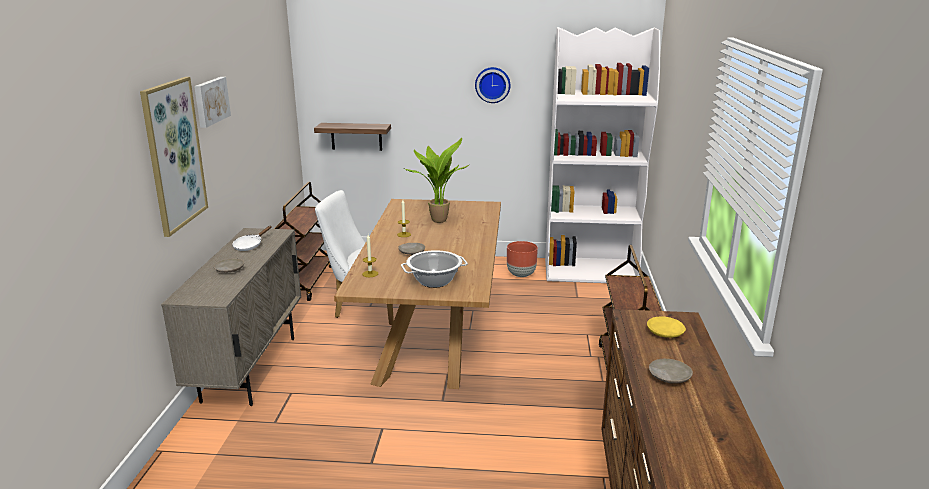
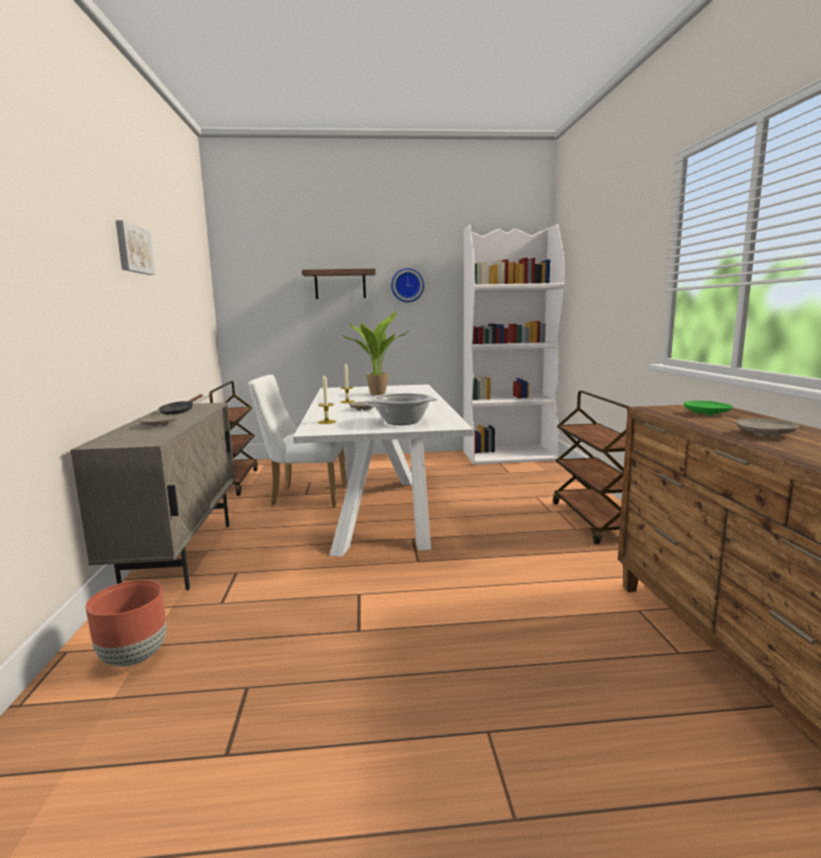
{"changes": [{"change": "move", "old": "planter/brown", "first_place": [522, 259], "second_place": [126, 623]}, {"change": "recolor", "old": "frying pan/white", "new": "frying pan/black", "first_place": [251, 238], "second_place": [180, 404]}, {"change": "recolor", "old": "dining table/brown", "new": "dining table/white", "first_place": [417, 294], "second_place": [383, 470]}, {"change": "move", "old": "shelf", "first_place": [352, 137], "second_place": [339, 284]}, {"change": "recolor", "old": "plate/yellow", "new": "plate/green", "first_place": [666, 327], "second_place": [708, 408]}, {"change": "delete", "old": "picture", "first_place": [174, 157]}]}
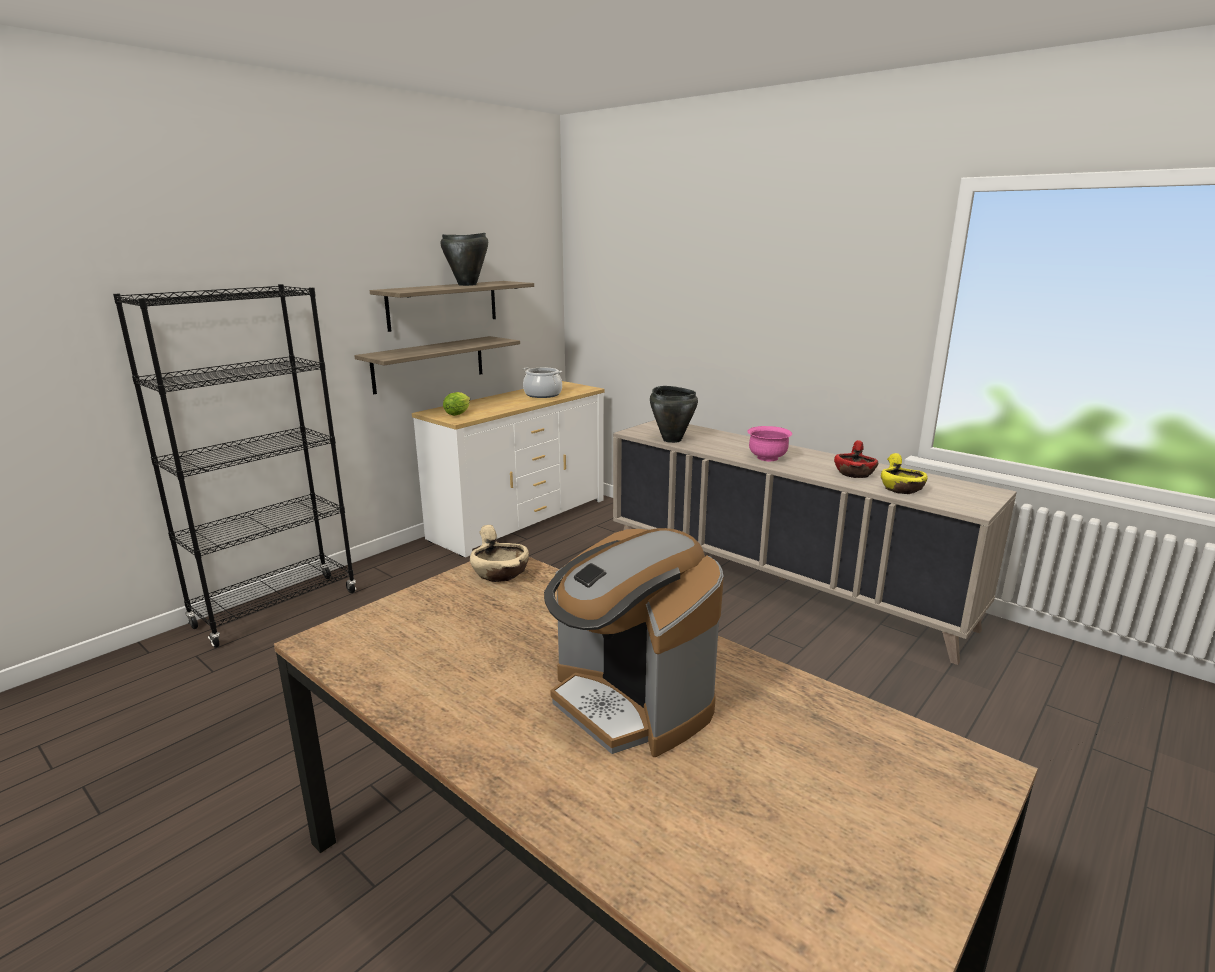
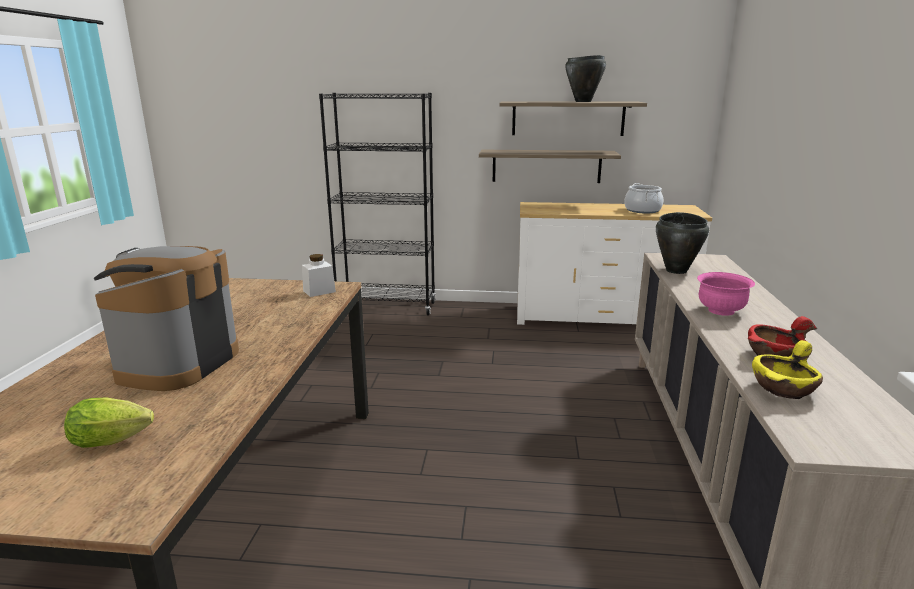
{"changes": [{"change": "move", "old": "lettuce", "first_place": [456, 404], "second_place": [109, 423]}, {"change": "replace", "old": "bowl/beige", "new": "jar/white", "first_place": [499, 553], "second_place": [319, 275]}]}
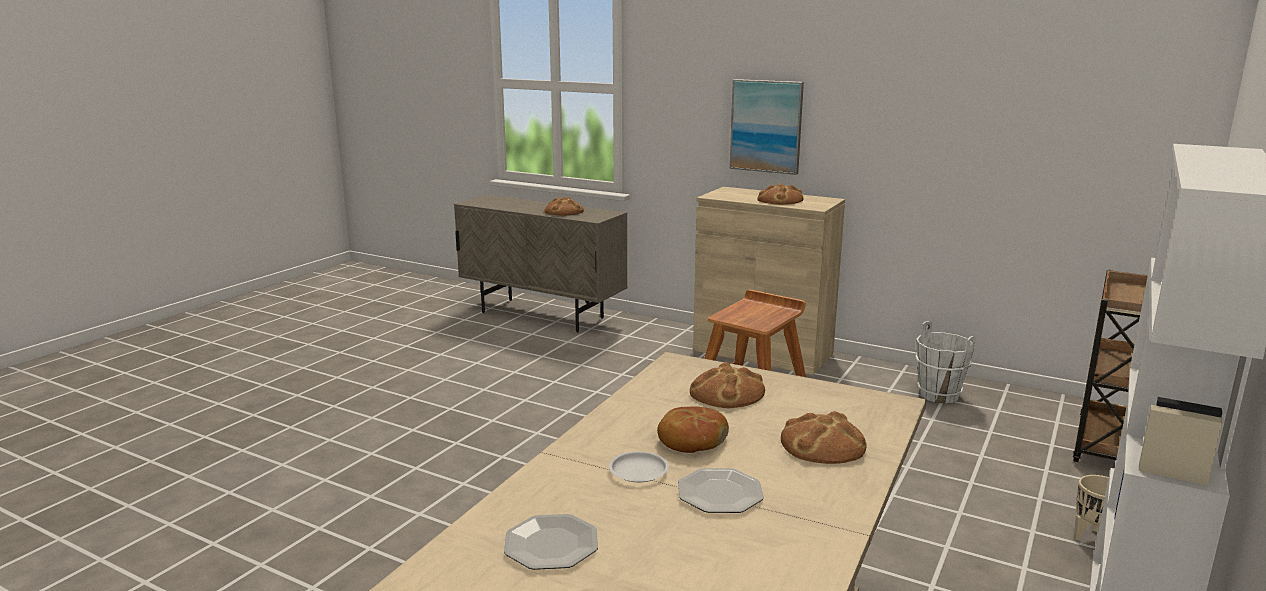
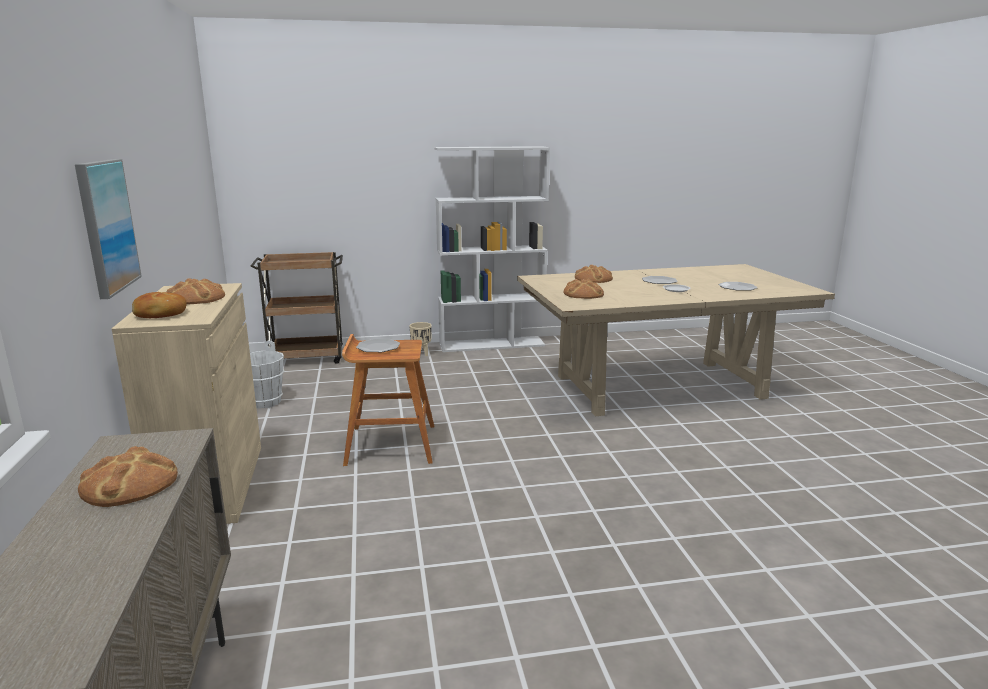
{"changes": [{"change": "move", "old": "bread", "first_place": [693, 429], "second_place": [159, 305]}, {"change": "insert", "new": "plate", "second_place": [378, 345]}]}
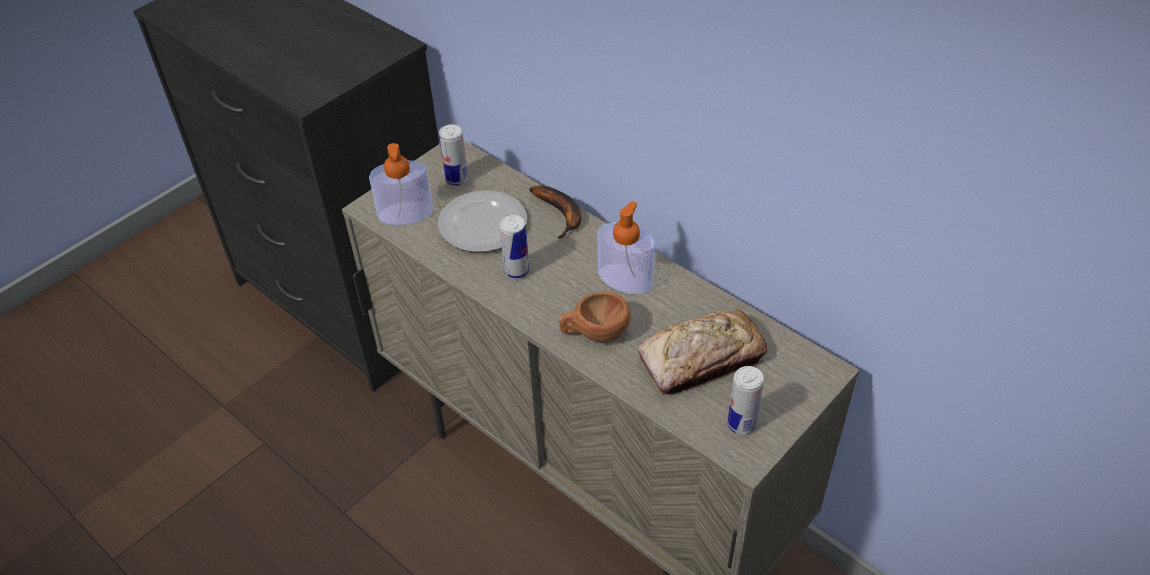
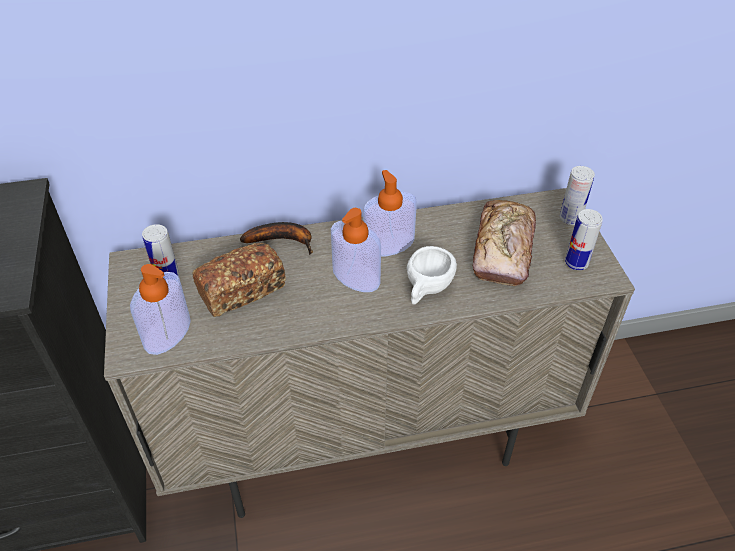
{"changes": [{"change": "replace", "old": "plate", "new": "bread", "first_place": [482, 221], "second_place": [239, 280]}, {"change": "insert", "new": "soap dispenser", "second_place": [356, 250]}, {"change": "recolor", "old": "cup/brown", "new": "cup/white", "first_place": [594, 317], "second_place": [432, 275]}, {"change": "move", "old": "can", "first_place": [514, 247], "second_place": [577, 195]}]}
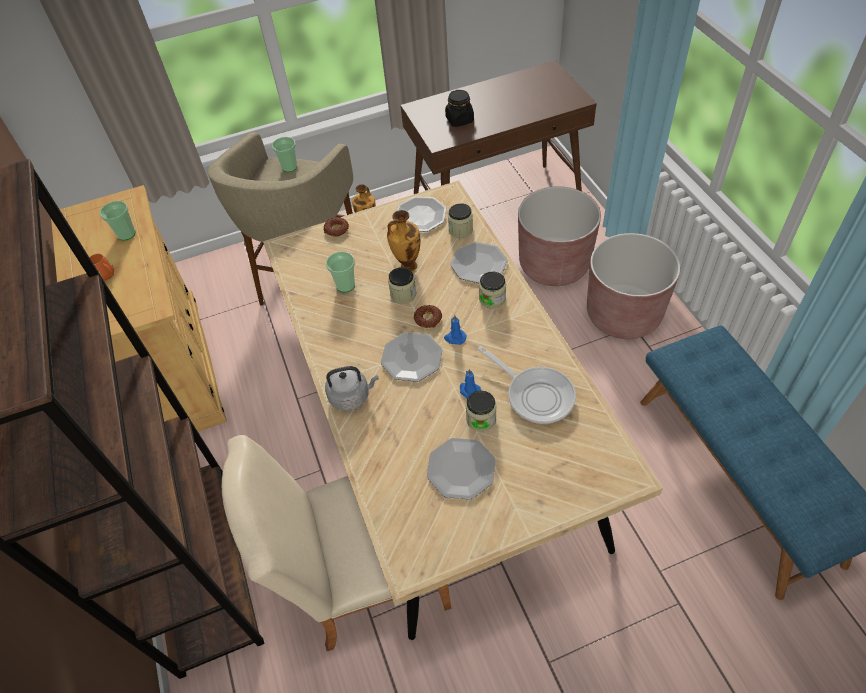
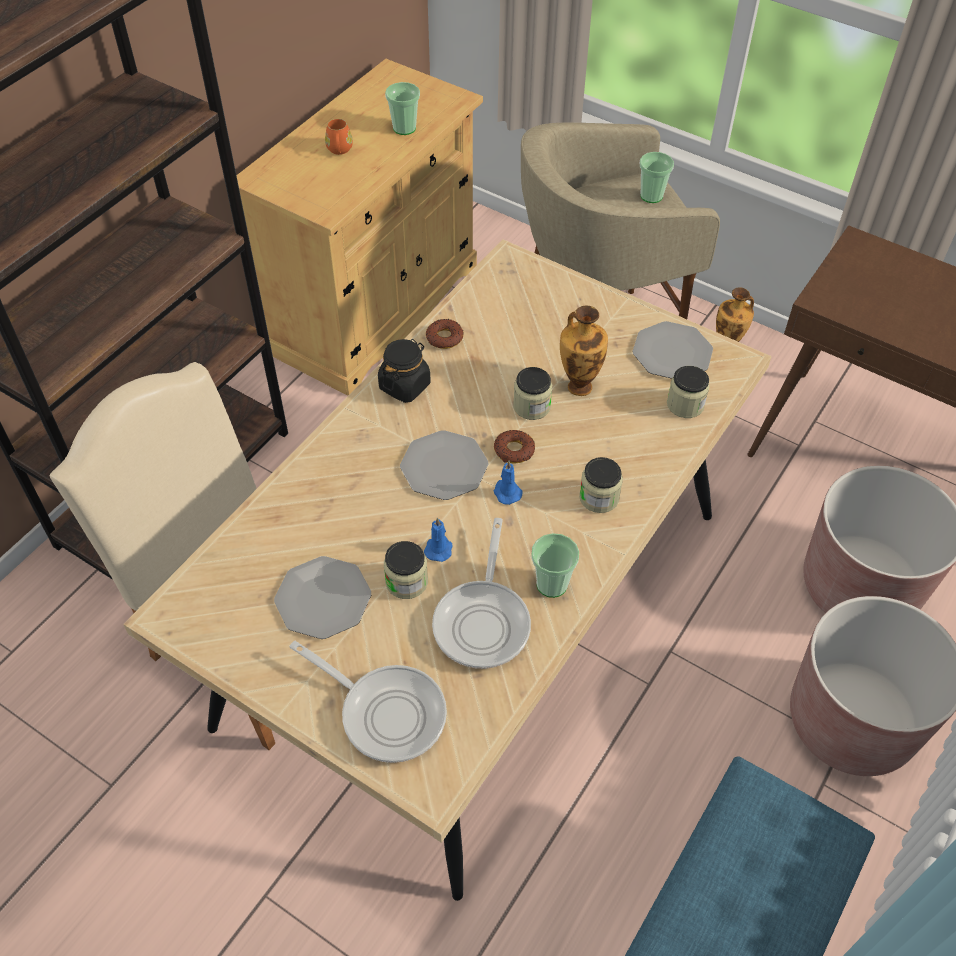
{"changes": [{"change": "insert", "new": "frying pan", "second_place": [368, 702]}, {"change": "move", "old": "jar/black", "first_place": [459, 108], "second_place": [404, 371]}, {"change": "move", "old": "donut", "first_place": [336, 227], "second_place": [445, 334]}, {"change": "move", "old": "cup", "first_place": [340, 272], "second_place": [555, 565]}, {"change": "delete", "old": "kettle/grey", "first_place": [352, 388]}, {"change": "delete", "old": "plate", "first_place": [479, 262]}]}
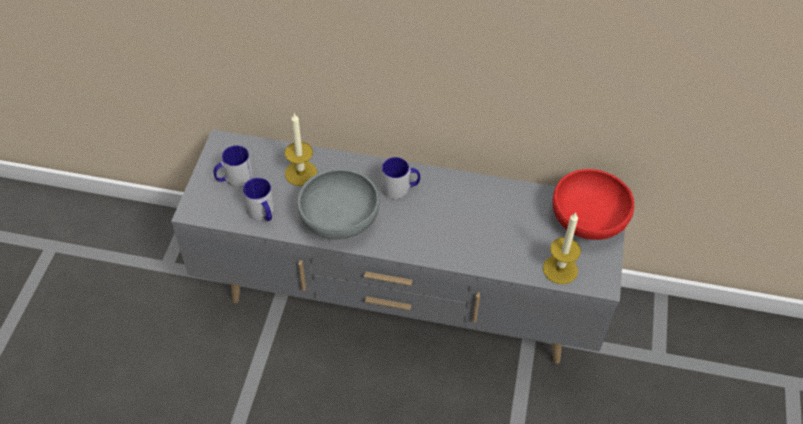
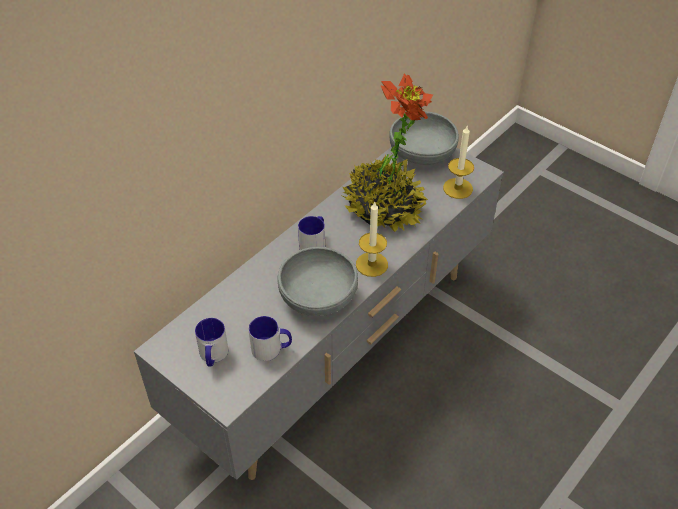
{"changes": [{"change": "insert", "new": "potted plant", "second_place": [387, 152]}, {"change": "move", "old": "candle", "first_place": [301, 149], "second_place": [372, 239]}, {"change": "recolor", "old": "bowl/red", "new": "bowl/grey", "first_place": [593, 204], "second_place": [424, 138]}]}
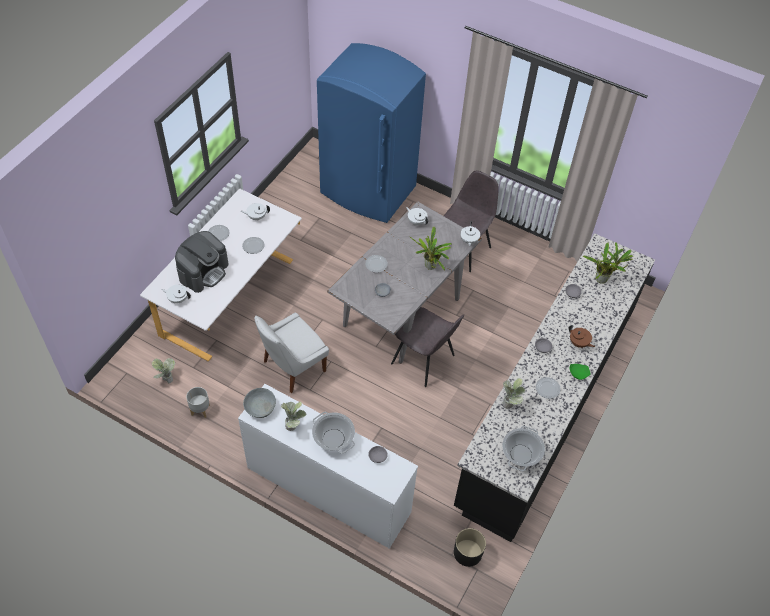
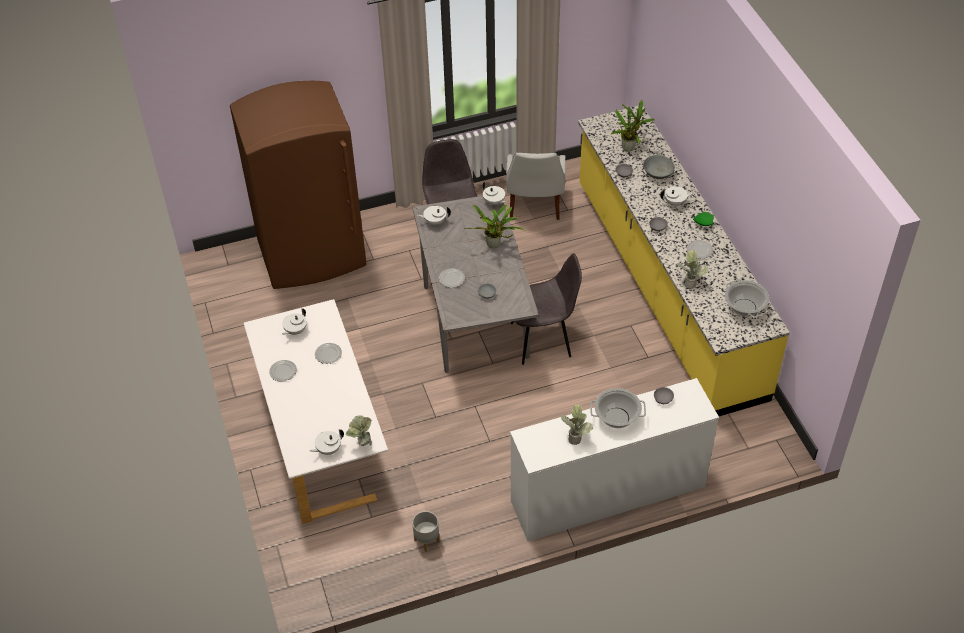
{"changes": [{"change": "recolor", "old": "fridge/blue", "new": "fridge/brown", "first_place": [371, 133], "second_place": [298, 185]}, {"change": "move", "old": "potted plant", "first_place": [163, 370], "second_place": [359, 430]}, {"change": "move", "old": "chair/white", "first_place": [291, 353], "second_place": [535, 186]}, {"change": "recolor", "old": "counter/black", "new": "counter/yellow", "first_place": [554, 387], "second_place": [684, 261]}, {"change": "move", "old": "bowl/grey", "first_place": [259, 403], "second_place": [659, 167]}, {"change": "recolor", "old": "teapot/brown", "new": "teapot/white", "first_place": [582, 336], "second_place": [677, 196]}, {"change": "delete", "old": "coffee machine", "first_place": [201, 262]}, {"change": "delete", "old": "planter/black", "first_place": [470, 547]}]}
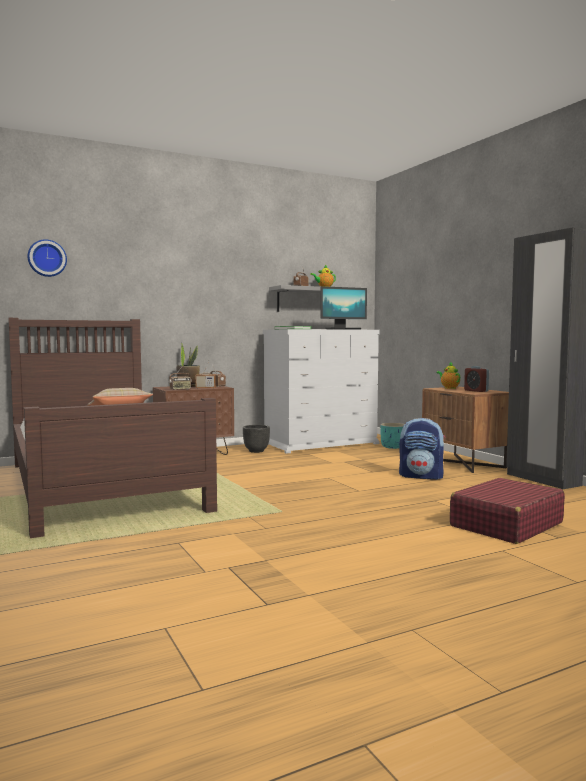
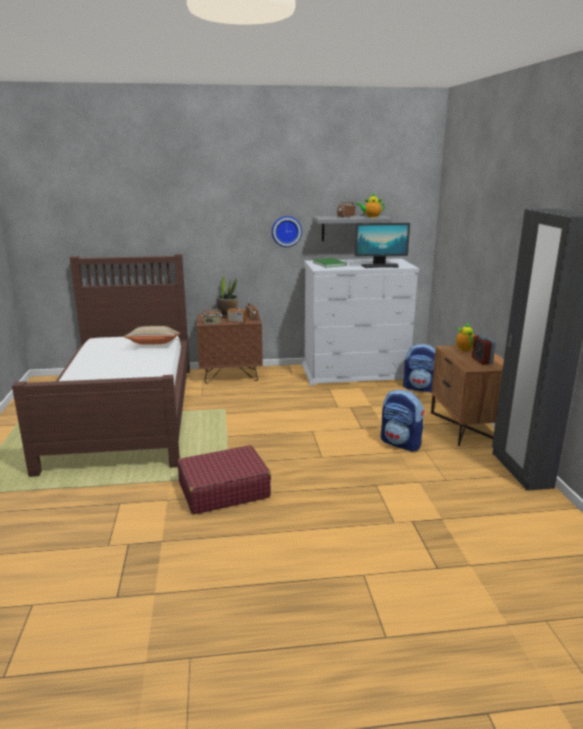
{"changes": [{"change": "move", "old": "suitcase/red", "first_place": [507, 511], "second_place": [224, 479]}, {"change": "move", "old": "wall clock", "first_place": [47, 258], "second_place": [287, 231]}, {"change": "replace", "old": "planter/turquoise", "new": "backpack", "first_place": [392, 436], "second_place": [419, 368]}, {"change": "delete", "old": "planter/black", "first_place": [256, 439]}]}
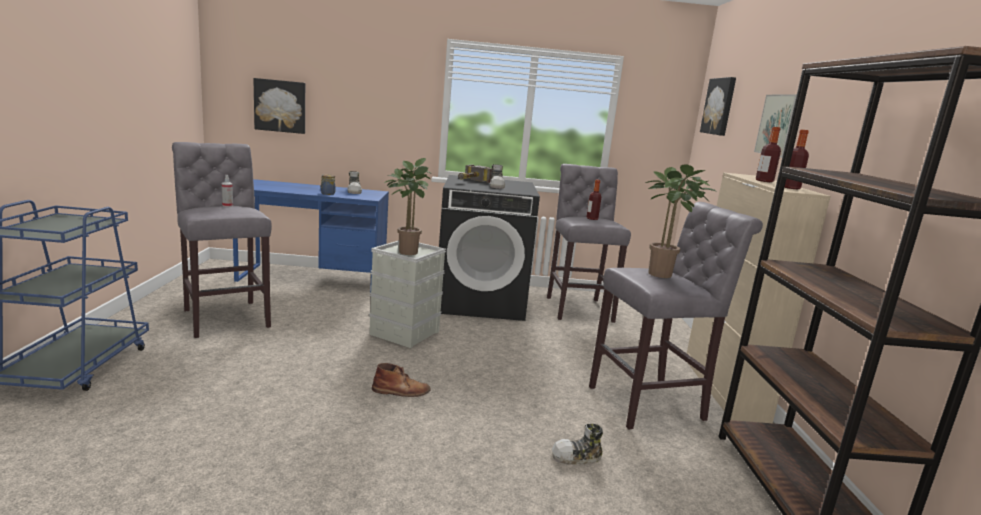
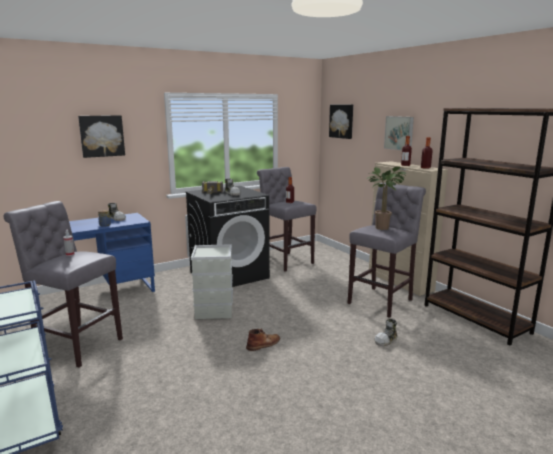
{"changes": [{"change": "move", "old": "picture", "first_place": [279, 106], "second_place": [101, 136]}, {"change": "delete", "old": "potted plant", "first_place": [408, 206]}]}
